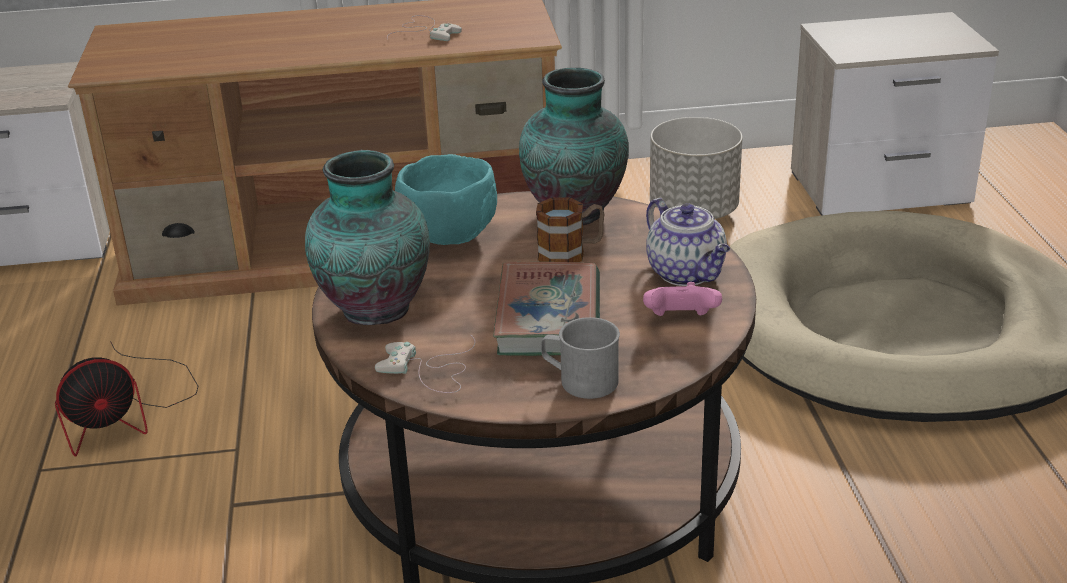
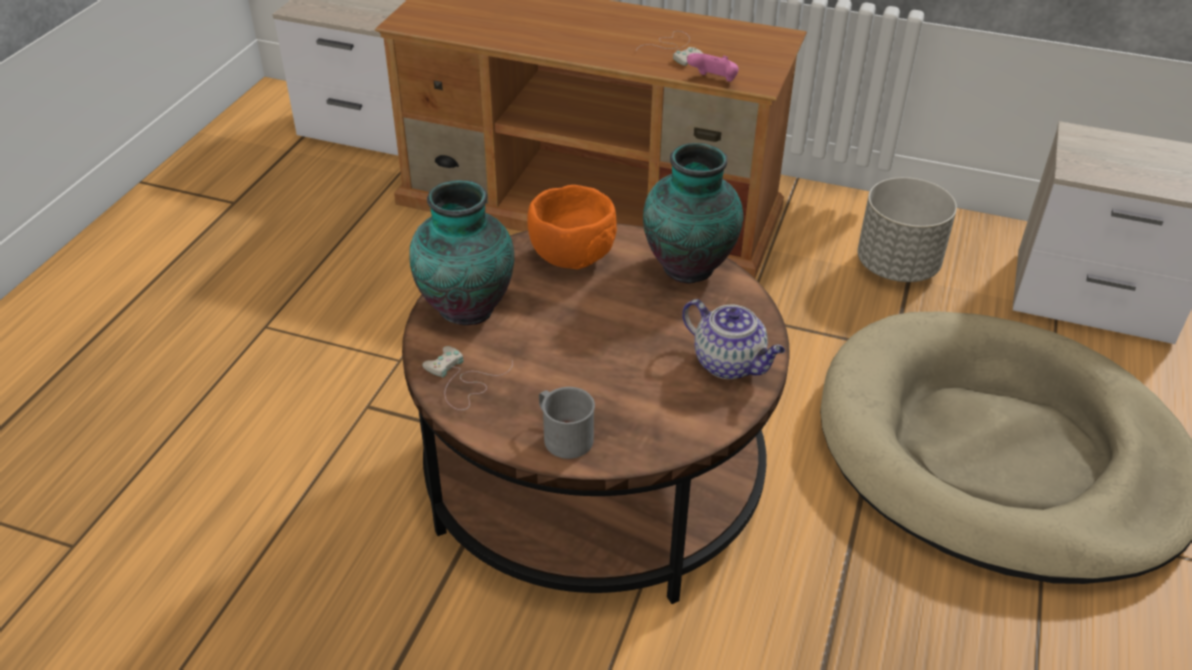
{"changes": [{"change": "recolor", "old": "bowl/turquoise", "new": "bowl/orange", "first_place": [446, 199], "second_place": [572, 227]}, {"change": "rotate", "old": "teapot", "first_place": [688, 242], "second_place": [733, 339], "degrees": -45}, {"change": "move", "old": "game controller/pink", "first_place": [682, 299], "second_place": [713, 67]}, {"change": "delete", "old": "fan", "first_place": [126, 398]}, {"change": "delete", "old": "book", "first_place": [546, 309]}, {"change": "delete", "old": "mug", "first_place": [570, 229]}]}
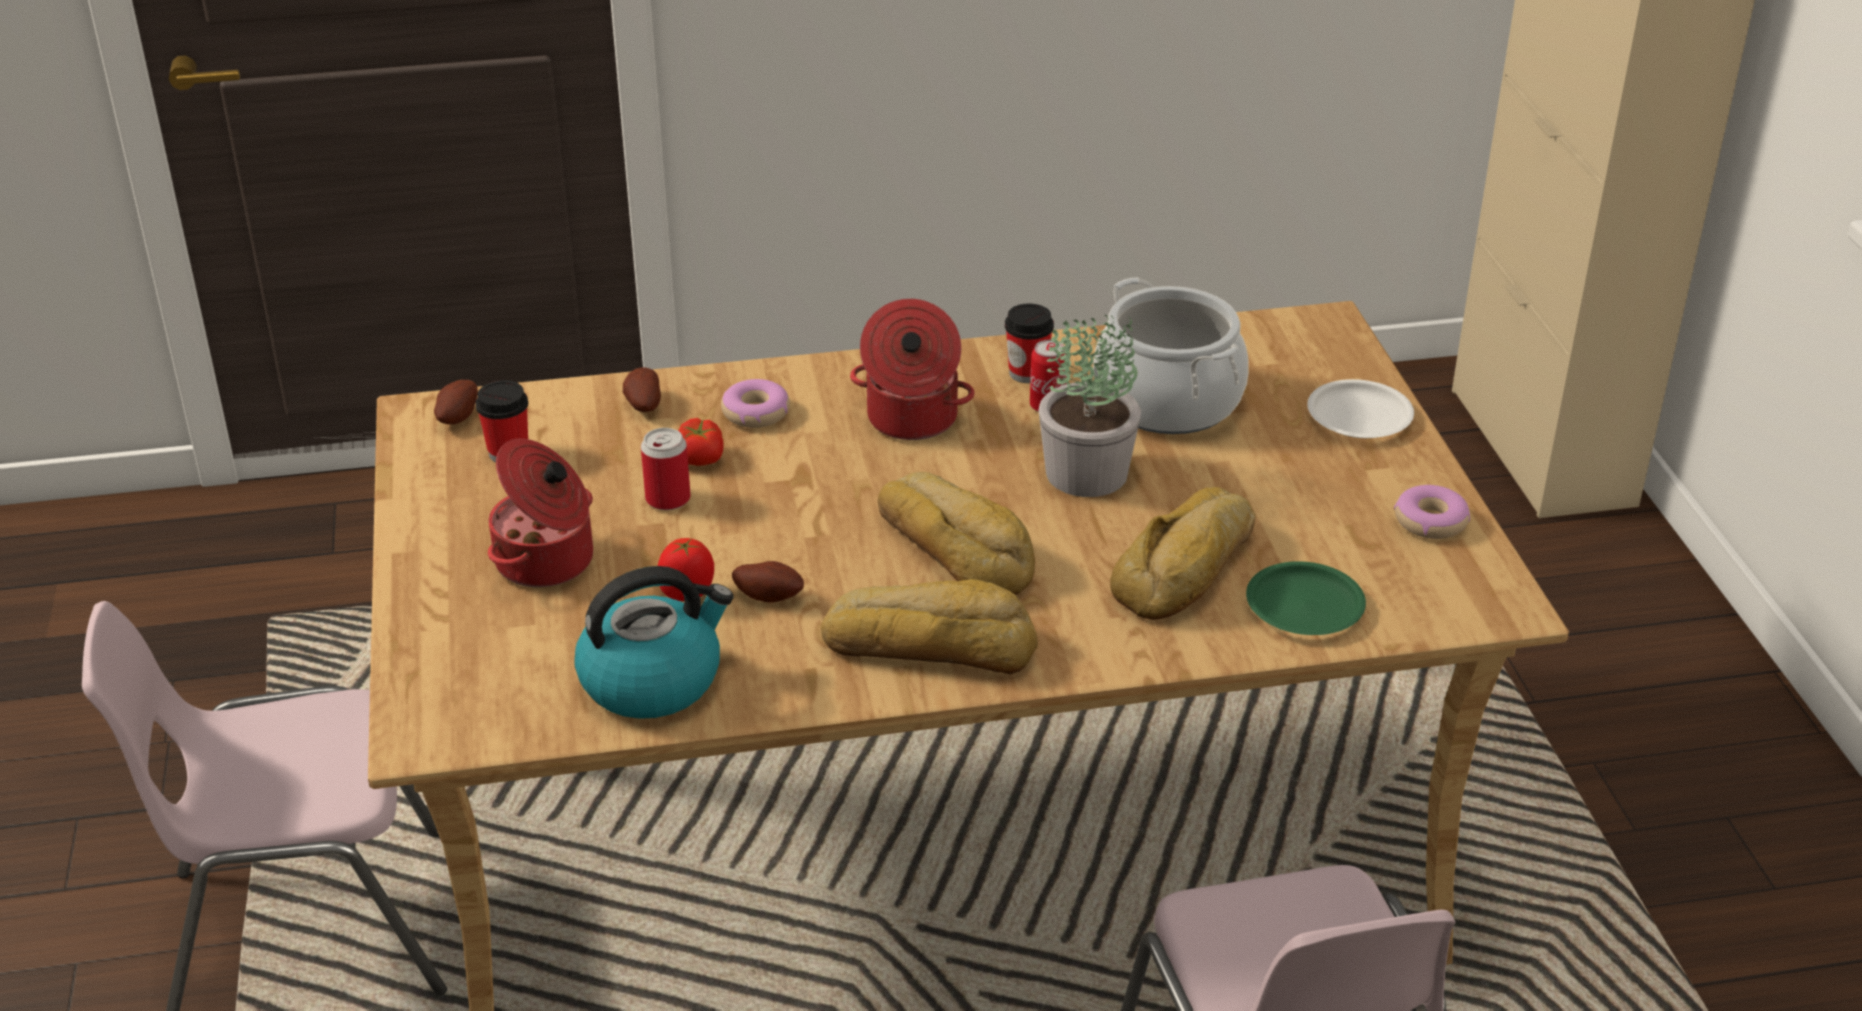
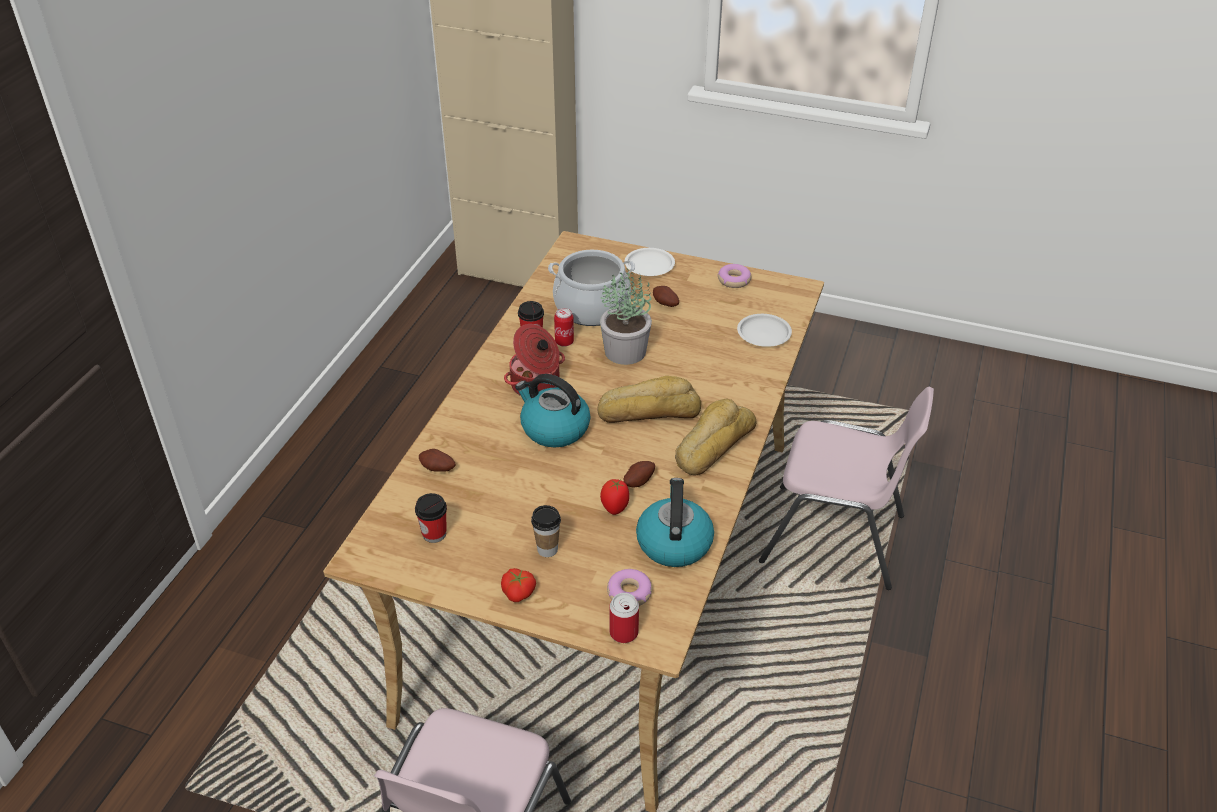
{"changes": [{"change": "move", "old": "tomato", "first_place": [701, 442], "second_place": [518, 585]}, {"change": "insert", "new": "kettle", "second_place": [552, 411]}, {"change": "replace", "old": "cooking pot", "new": "cup", "first_place": [540, 512], "second_place": [546, 531]}, {"change": "move", "old": "donut", "first_place": [755, 403], "second_place": [629, 587]}, {"change": "move", "old": "can", "first_place": [666, 469], "second_place": [624, 618]}, {"change": "move", "old": "potato", "first_place": [456, 402], "second_place": [666, 296]}, {"change": "recolor", "old": "plate/green", "new": "plate/white", "first_place": [1306, 598], "second_place": [764, 330]}, {"change": "delete", "old": "bread", "first_place": [1183, 553]}]}
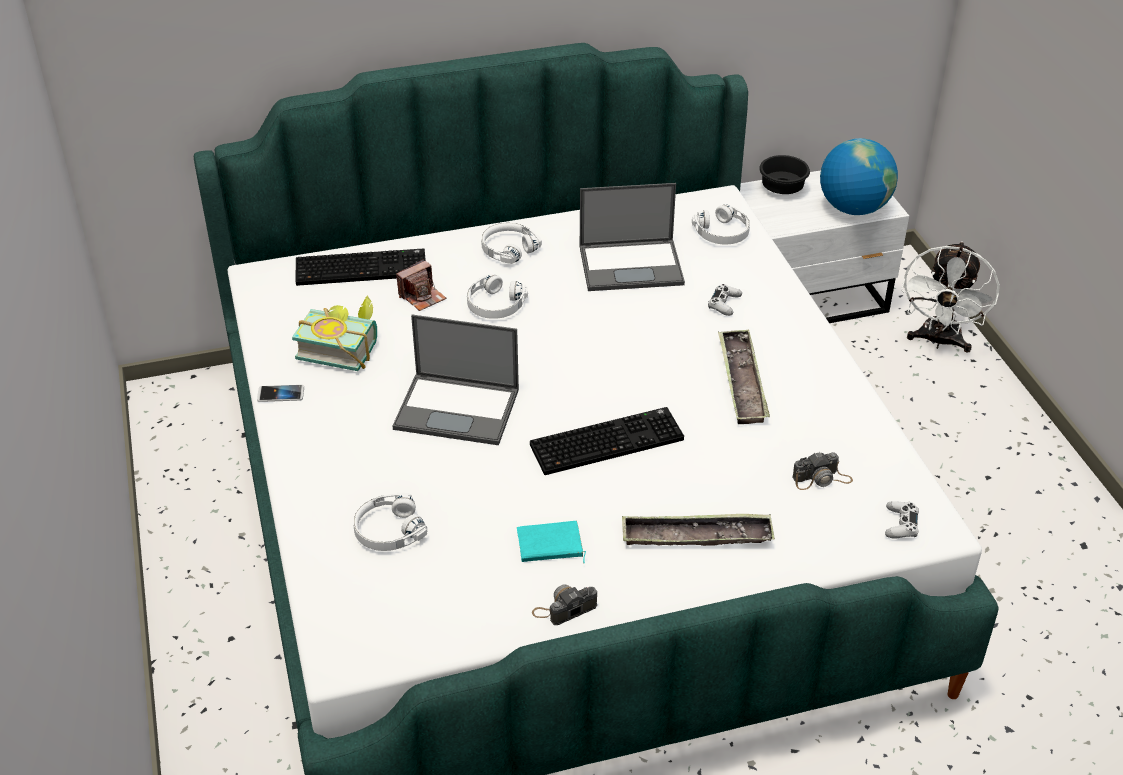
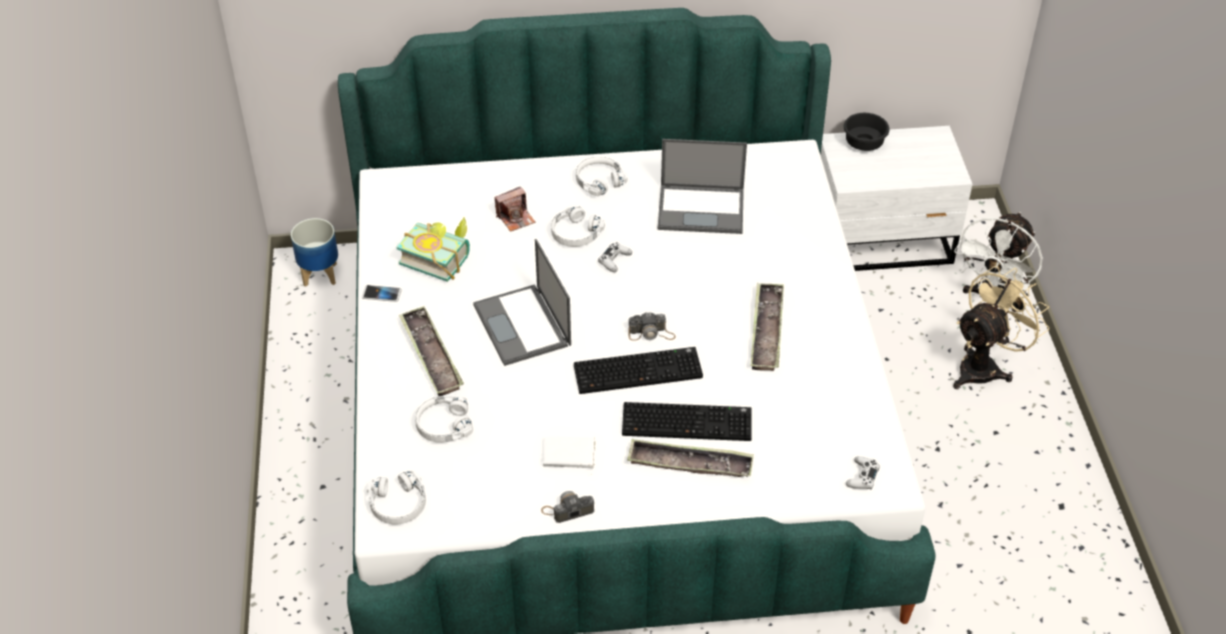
{"changes": [{"change": "insert", "new": "planter", "second_place": [314, 252]}, {"change": "move", "old": "headphones/white", "first_place": [721, 224], "second_place": [396, 497]}, {"change": "insert", "new": "tray", "second_place": [431, 351]}, {"change": "rotate", "old": "laptop", "first_place": [455, 380], "second_place": [522, 302], "degrees": 45}, {"change": "recolor", "old": "book/turquoise", "new": "book/white", "first_place": [551, 542], "second_place": [569, 455]}, {"change": "move", "old": "game controller/white", "first_place": [725, 300], "second_place": [615, 257]}, {"change": "move", "old": "keyboard", "first_place": [360, 267], "second_place": [687, 421]}, {"change": "move", "old": "photo camera", "first_place": [822, 471], "second_place": [652, 327]}, {"change": "insert", "new": "fan/beige", "second_place": [1001, 327]}, {"change": "delete", "old": "globe", "first_place": [859, 176]}]}
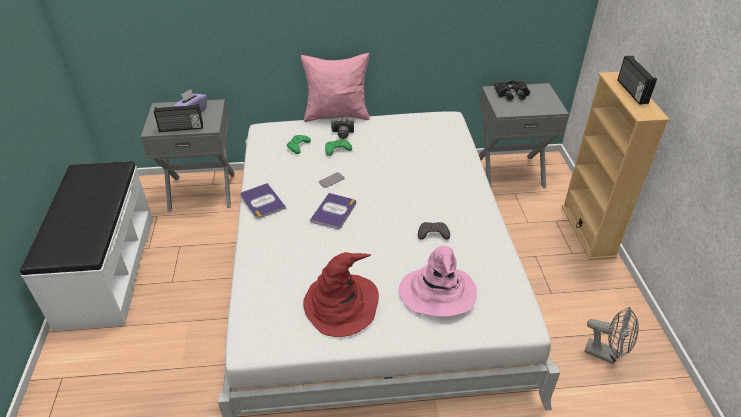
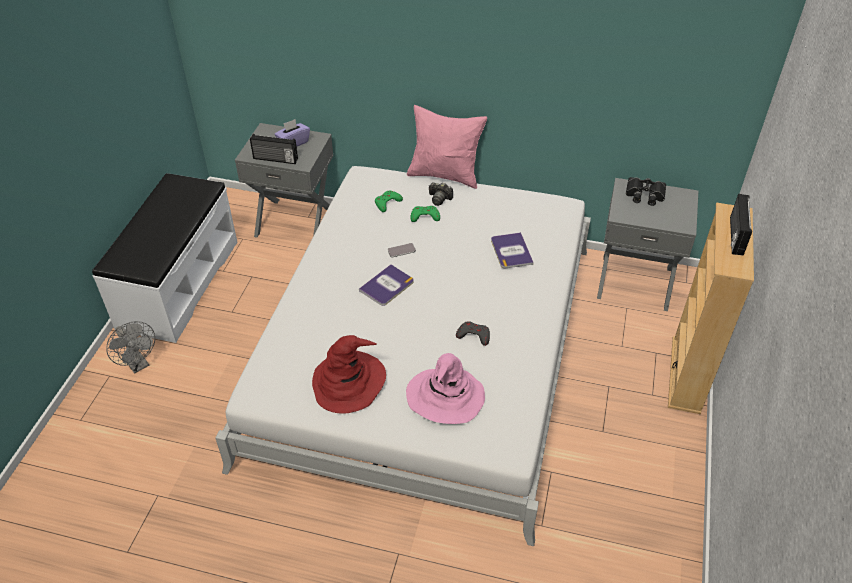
{"changes": [{"change": "move", "old": "fan/grey", "first_place": [611, 336], "second_place": [130, 347]}, {"change": "move", "old": "book", "first_place": [263, 201], "second_place": [512, 250]}]}
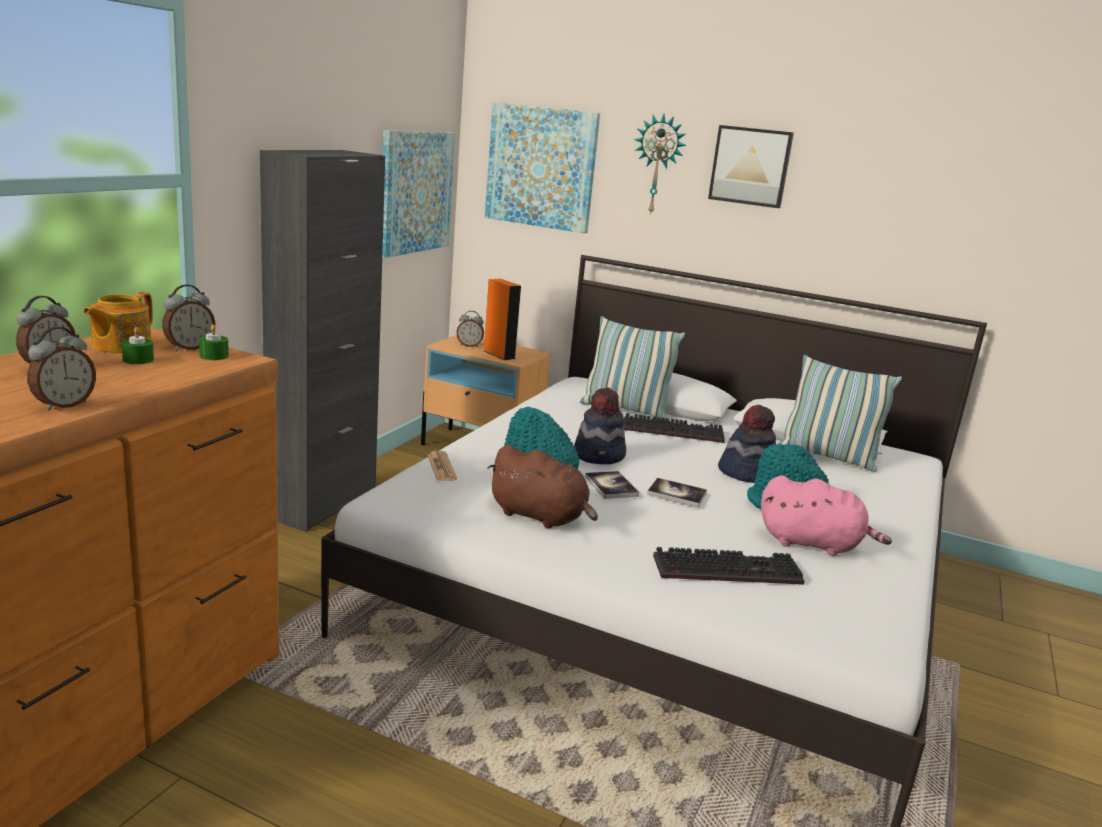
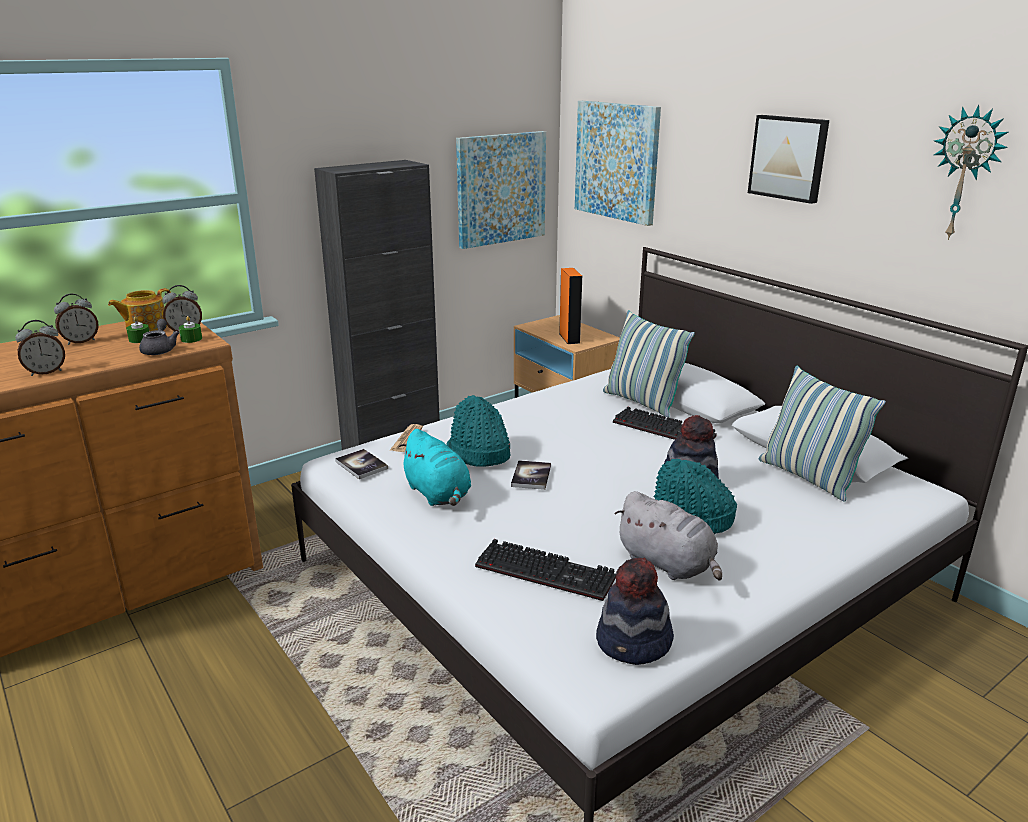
{"changes": [{"change": "insert", "new": "teapot/grey", "second_place": [159, 337]}, {"change": "move", "old": "book", "first_place": [677, 492], "second_place": [361, 464]}, {"change": "recolor", "old": "plush toy/brown", "new": "plush toy/turquoise", "first_place": [542, 487], "second_place": [435, 467]}, {"change": "move", "old": "hat", "first_place": [600, 425], "second_place": [635, 611]}, {"change": "recolor", "old": "plush toy/pink", "new": "plush toy/grey", "first_place": [826, 515], "second_place": [668, 535]}, {"change": "move", "old": "wall clock", "first_place": [660, 165], "second_place": [971, 172]}, {"change": "delete", "old": "alarm clock", "first_place": [470, 329]}]}
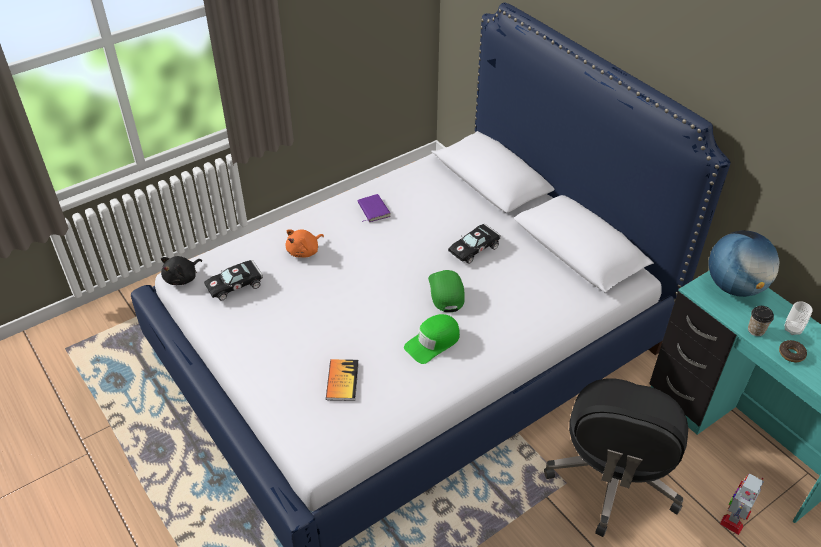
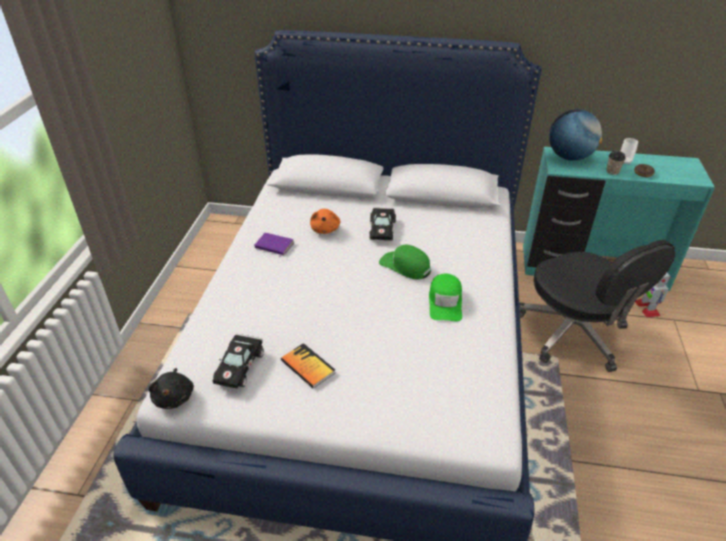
{"changes": [{"change": "move", "old": "book", "first_place": [342, 380], "second_place": [308, 366]}, {"change": "move", "old": "plush toy/orange", "first_place": [304, 243], "second_place": [325, 221]}]}
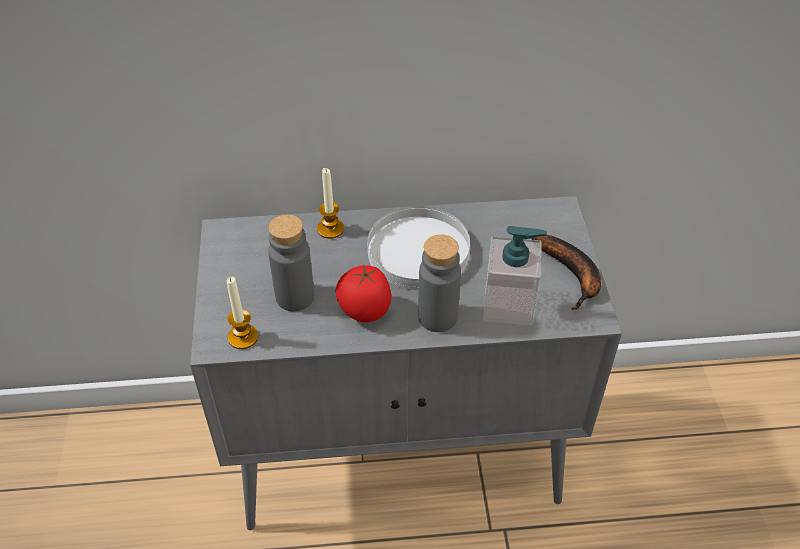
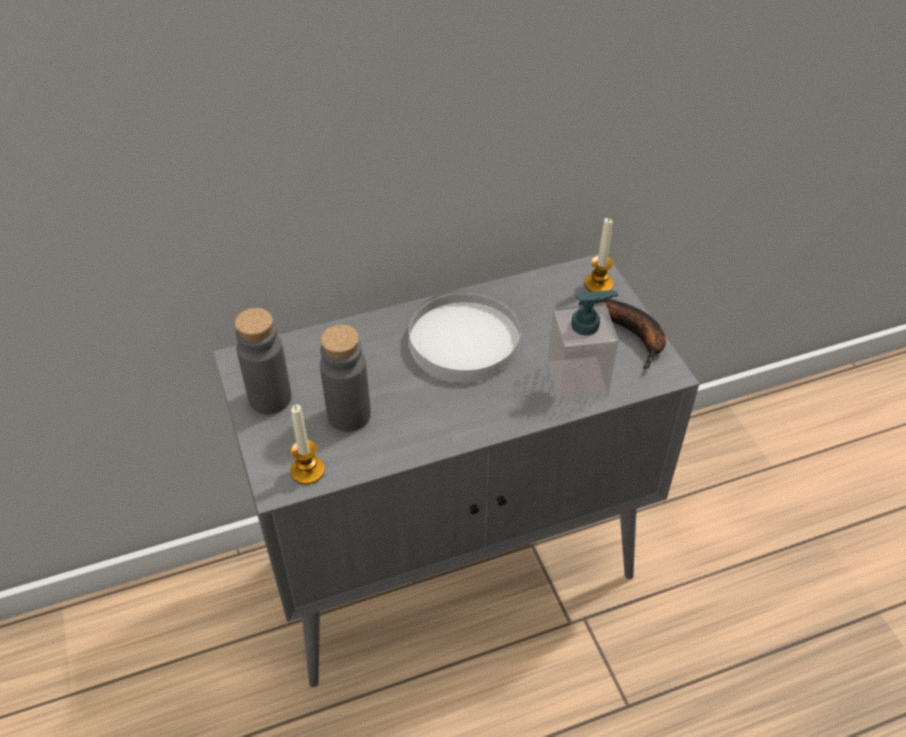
{"changes": [{"change": "move", "old": "bottle/grey", "first_place": [439, 283], "second_place": [263, 361]}, {"change": "move", "old": "candle", "first_place": [330, 203], "second_place": [598, 255]}, {"change": "delete", "old": "tomato", "first_place": [363, 293]}]}
